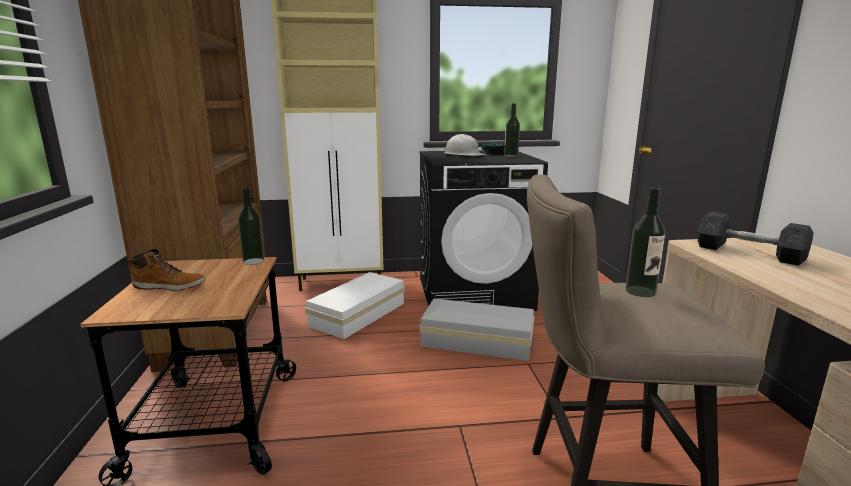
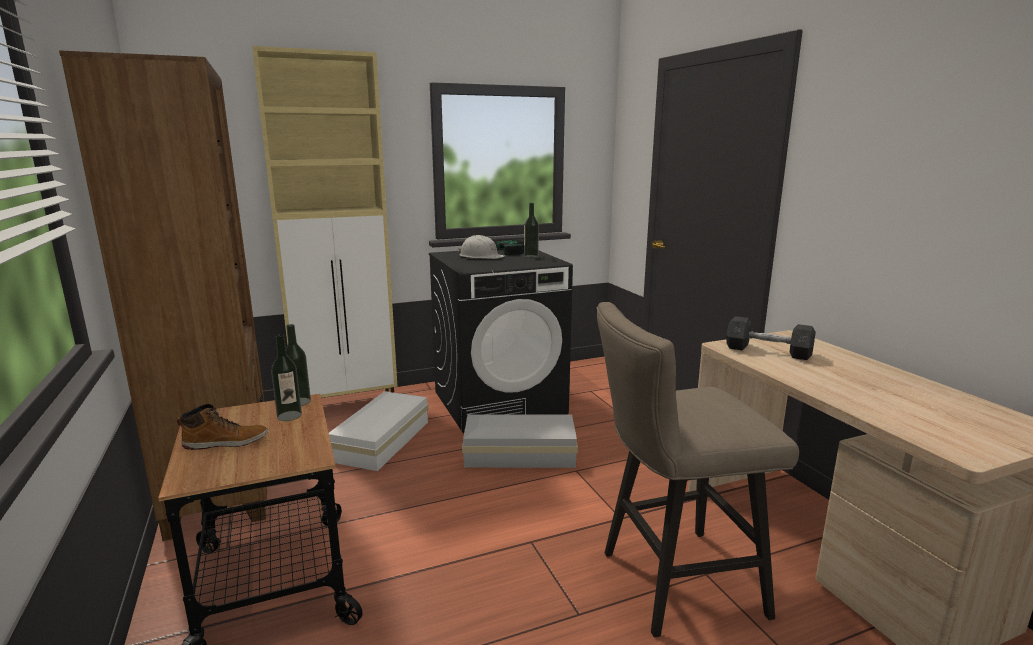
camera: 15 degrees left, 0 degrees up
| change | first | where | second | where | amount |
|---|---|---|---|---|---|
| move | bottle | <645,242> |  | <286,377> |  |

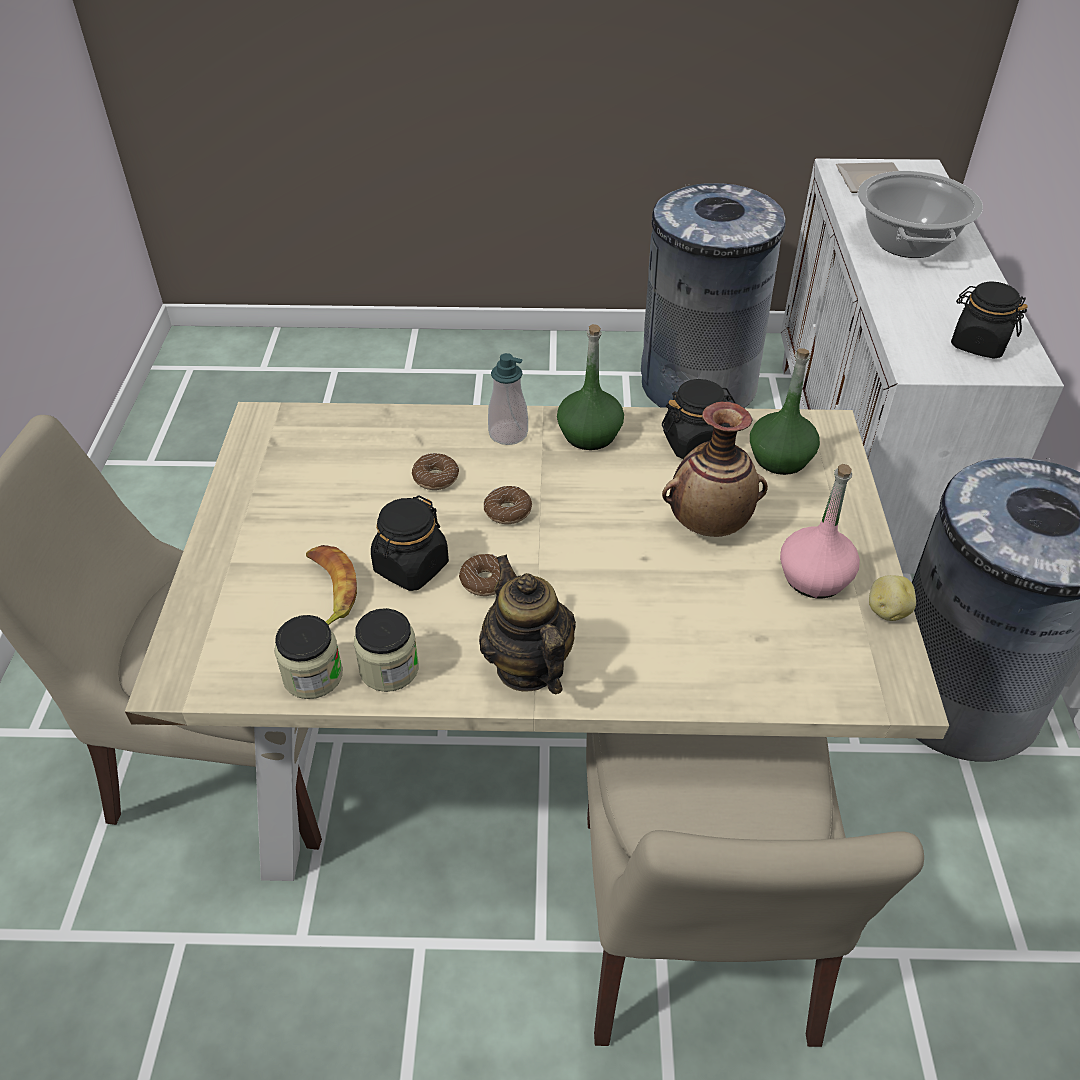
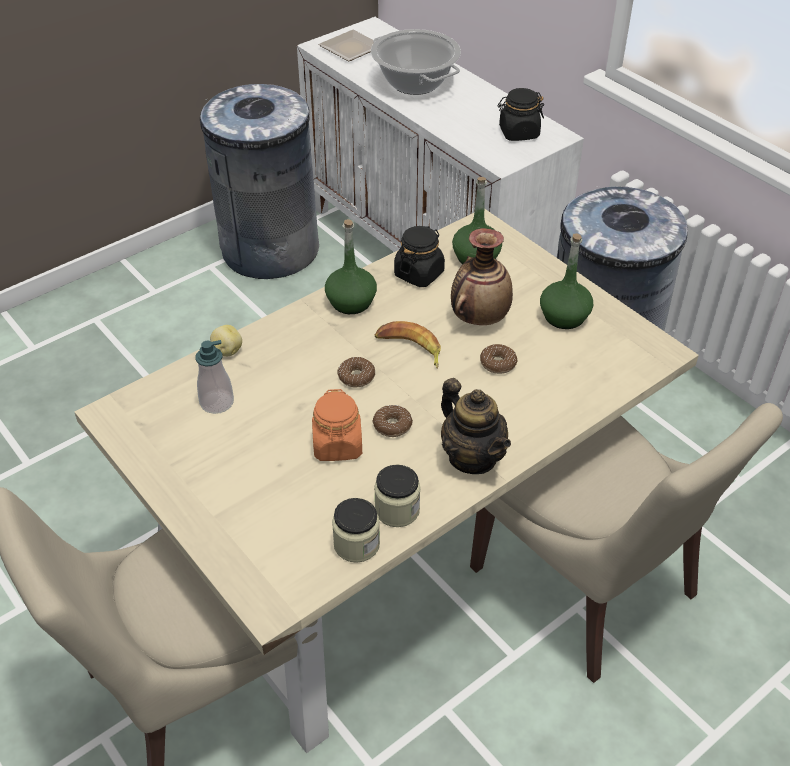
camera: 40 degrees left, 0 degrees up
| change | first | where | second | where | amount |
|---|---|---|---|---|---|
| move | soap dispenser | <508,399> |  | <214,377> |  |
| move | potato | <892,598> |  | <226,340> |  |
| recolor | black jar | <410,543> | orange jar | <337,425> |  |
| move | banana | <331,585> |  | <408,345> |  |
| rotate | teapot | <527,624> |  | <476,426> | 150 degrees counterclockwise |
| move | donut | <435,471> |  | <498,359> |  |
| recolor | pink bottle | <820,531> | green bottle | <566,281> |  |

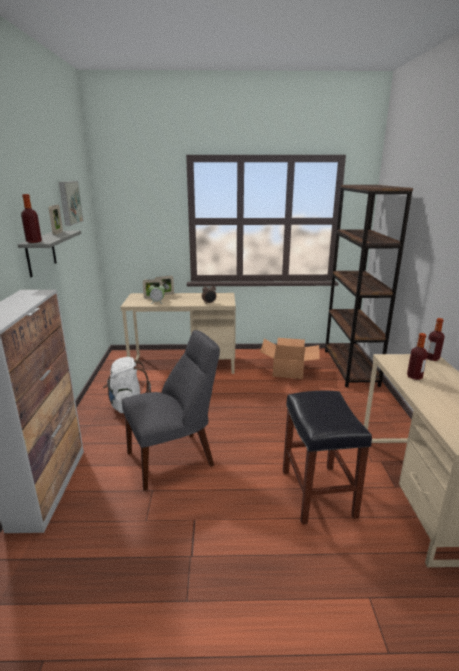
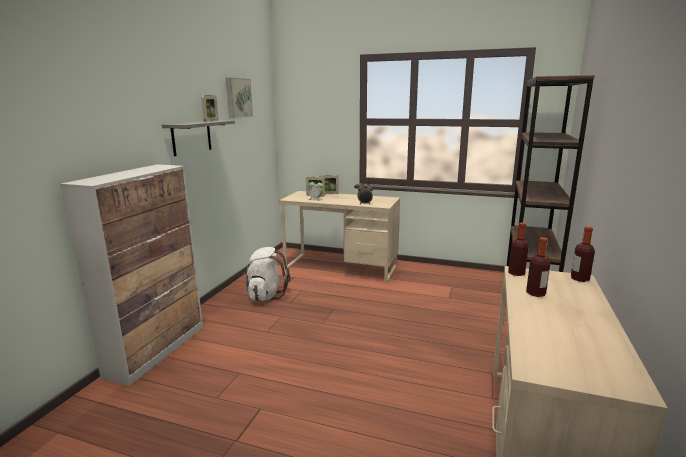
camera: 20 degrees right, 5 degrees down
| change | first | where | second | where | amount |
|---|---|---|---|---|---|
| move | bottle | <31,218> |  | <518,249> |  |
| delete | grey chair | <171,410> |  |  |  |
| delete | cardboard box | <290,358> |  |  |  |
| delete | black stool | <327,457> |  |  |  |

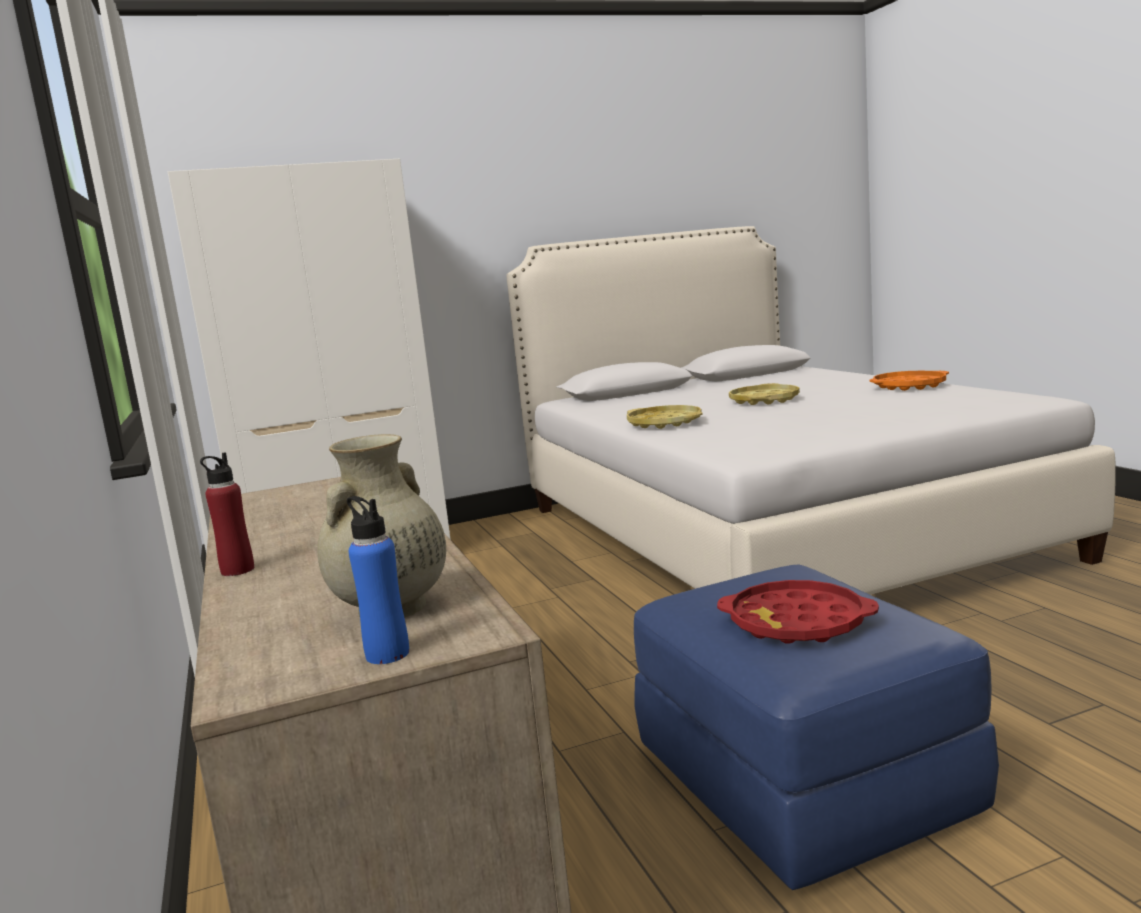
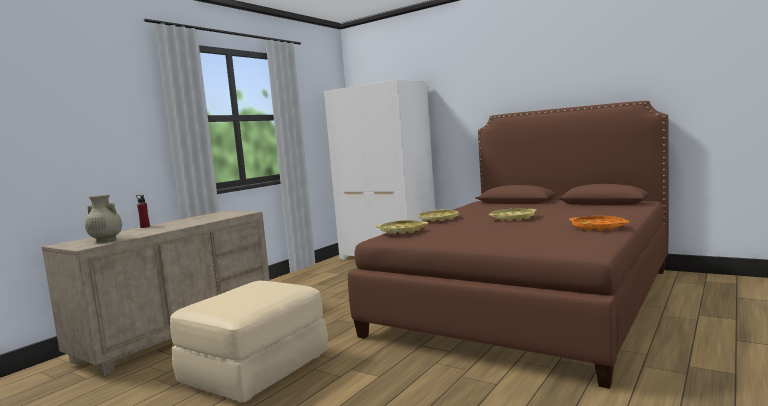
camera: 55 degrees right, 5 degrees down
| change | first | where | second | where | amount |
|---|---|---|---|---|---|
| recolor | blue ottoman | <816,727> | beige ottoman | <249,341> |  |
| recolor | white bed | <811,410> | brown bed | <508,245> |  |
| insert |  |  | yellow tray | <401,227> |  |
| delete | blue bottle | <378,580> |  |  |  |
| delete | red tray | <798,612> |  |  |  |

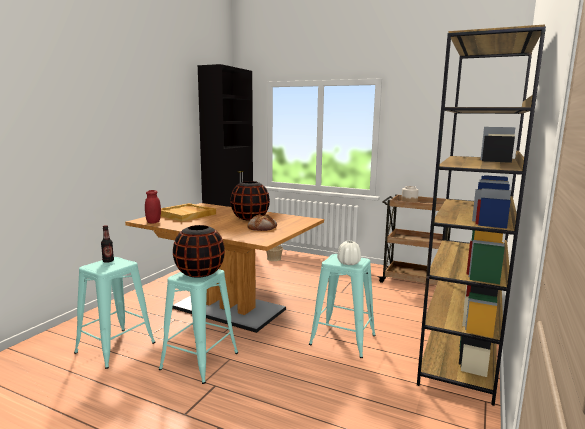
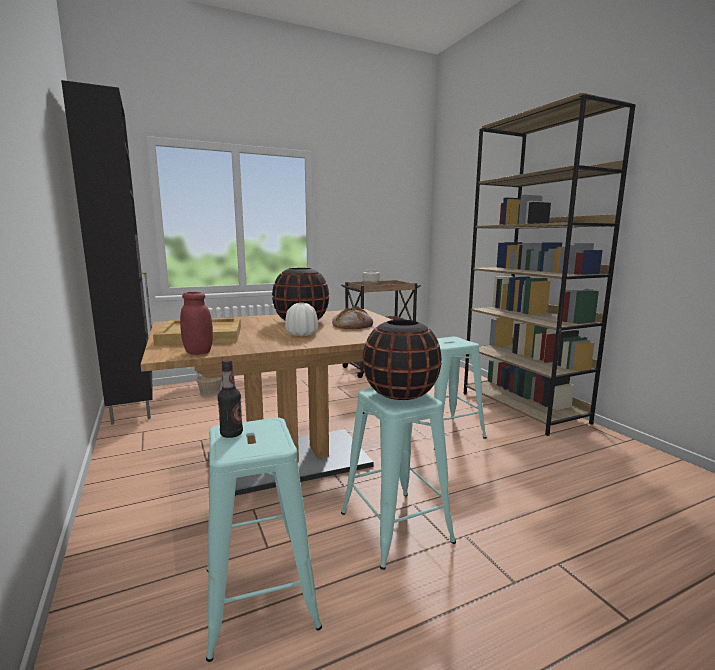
camera: 50 degrees left, 0 degrees up
| change | first | where | second | where | amount |
|---|---|---|---|---|---|
| move | white vase | <349,253> |  | <301,319> |  |

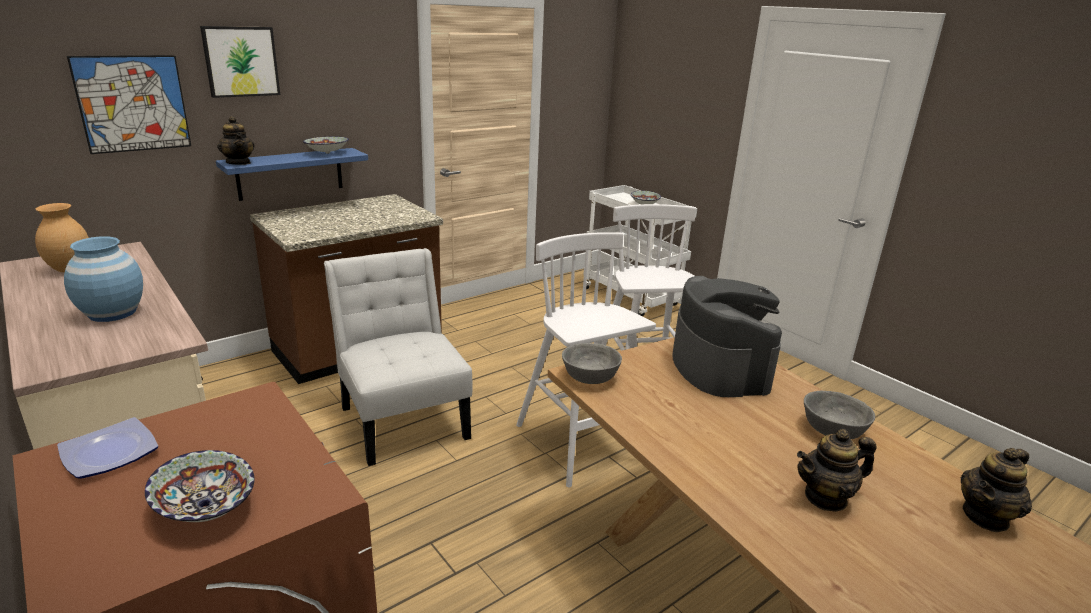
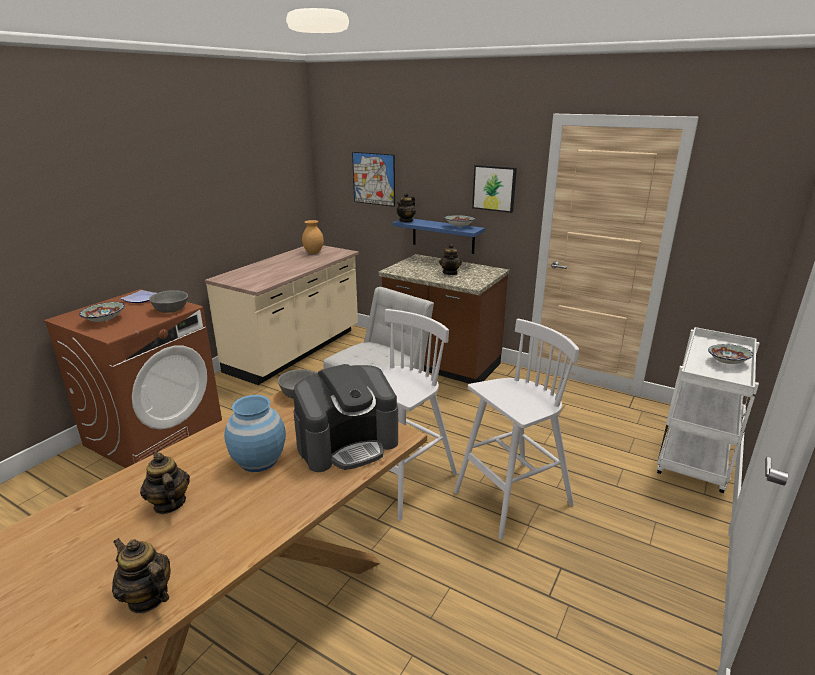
camera: 70 degrees right, 0 degrees up
| change | first | where | second | where | amount |
|---|---|---|---|---|---|
| move | grey bowl | <839,415> |  | <168,301> |  |
| move | blue vase | <103,279> |  | <255,433> |  |
| insert |  |  | teapot | <450,259> |  |
| move | picture | <240,62> |  | <494,189> |  |

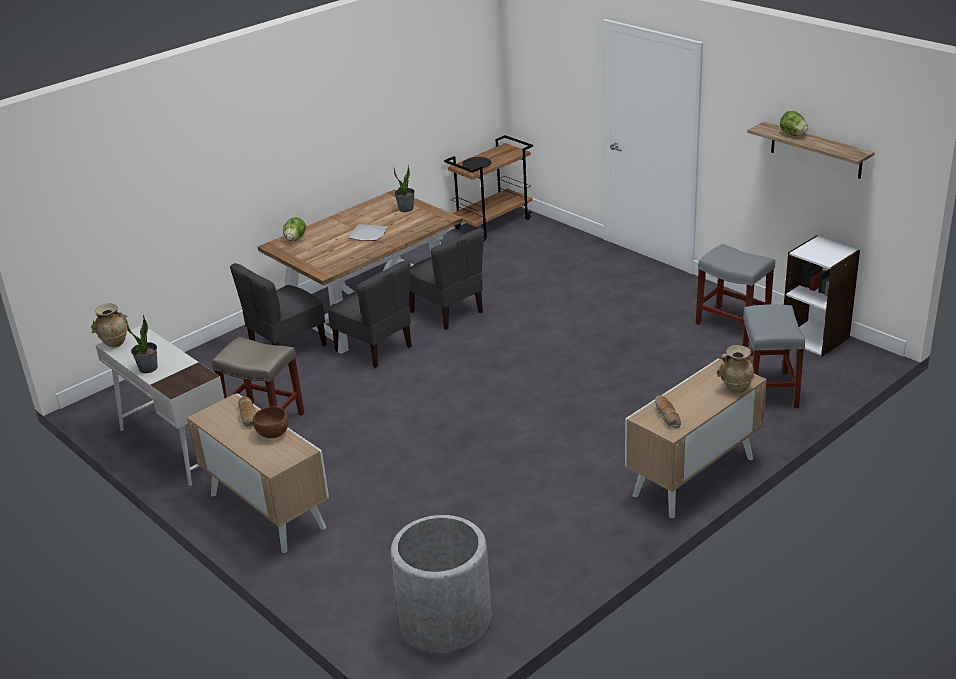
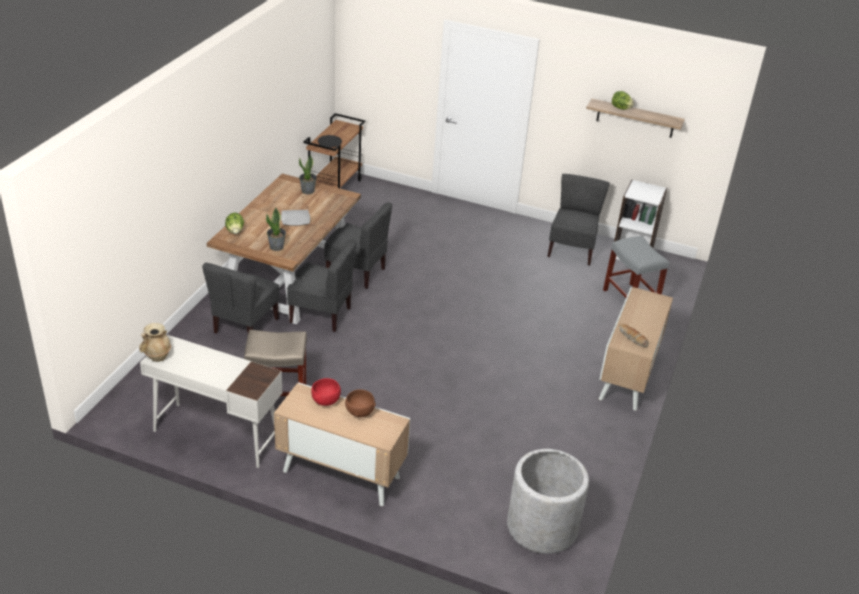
camera: 30 degrees left, 5 degrees up
| change | first | where | second | where | amount |
|---|---|---|---|---|---|
| move | potted plant | <142,344> |  | <276,229> |  |
| replace | bread | <247,412> | red bowl | <326,392> |  |
| replace | grey stool | <735,284> | grey chair | <578,220> |  |
| delete | beige vase | <735,369> |  |  |  |

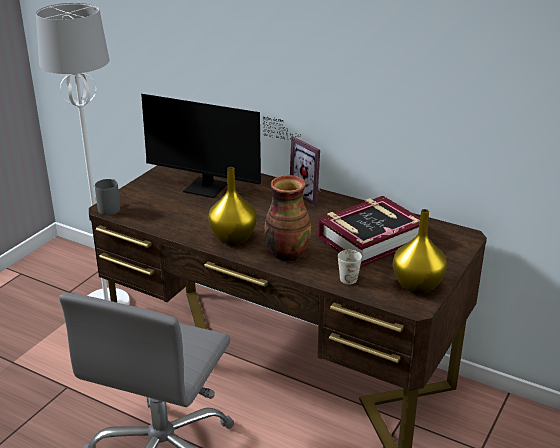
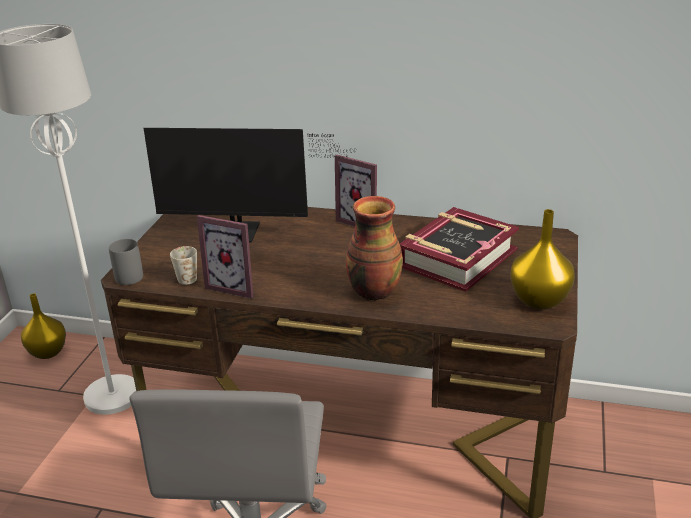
camera: 15 degrees left, 0 degrees up
| change | first | where | second | where | amount |
|---|---|---|---|---|---|
| move | yellow vase | <232,206> |  | <43,326> |  |
| move | white mug | <350,267> |  | <183,265> |  |
| insert |  |  | picture frame | <225,257> |  |

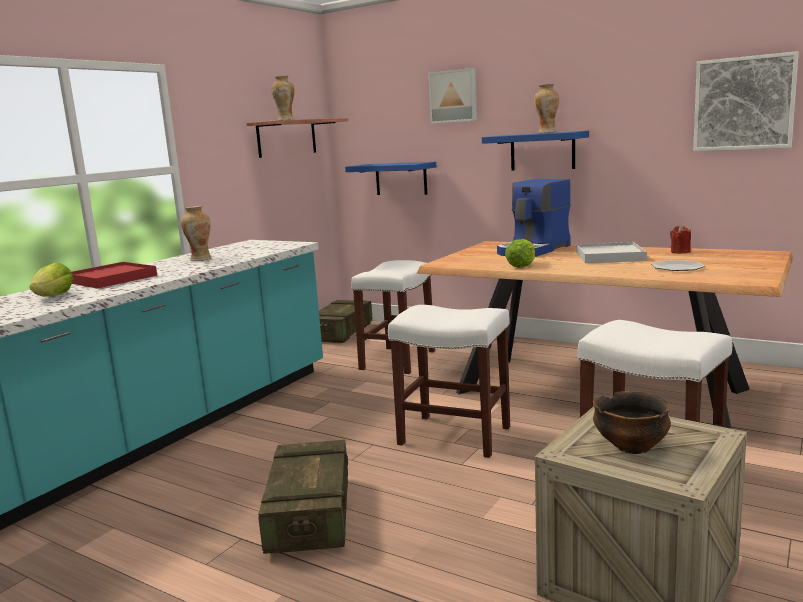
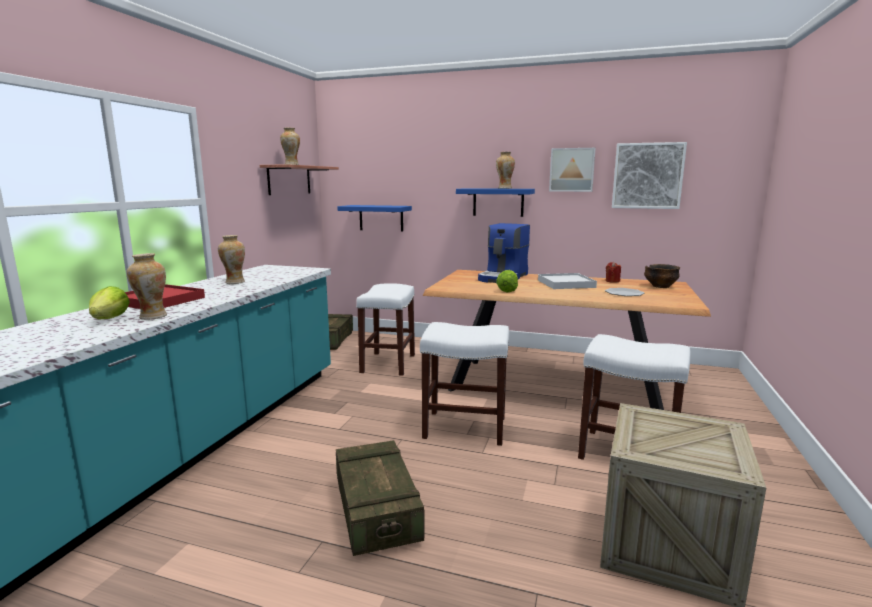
camera: 15 degrees left, 0 degrees up
| change | first | where | second | where | amount |
|---|---|---|---|---|---|
| insert |  |  | vase | <146,286> |  |
| move | picture | <452,96> |  | <572,170> |  |
| move | bowl | <632,422> |  | <662,276> |  |

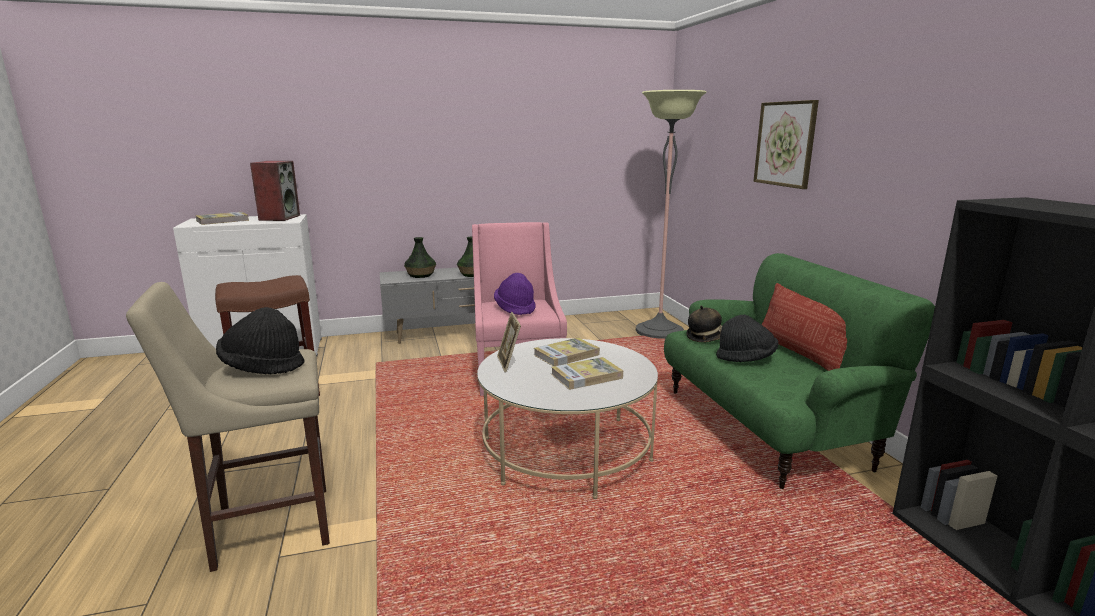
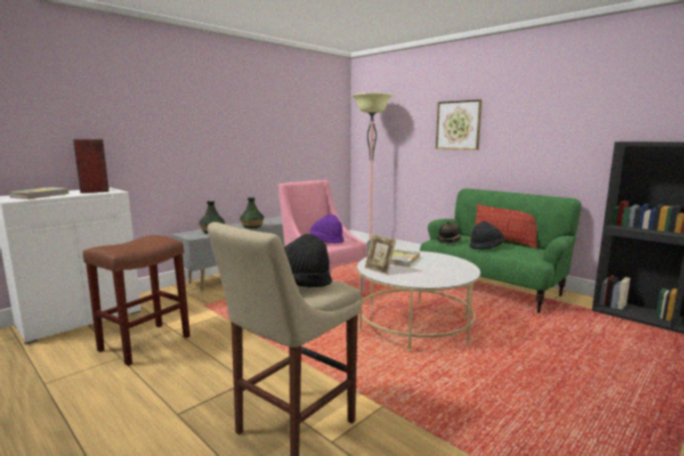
camera: 30 degrees left, 5 degrees down
| change | first | where | second | where | amount |
|---|---|---|---|---|---|
| delete | book | <587,373> |  |  |  |

